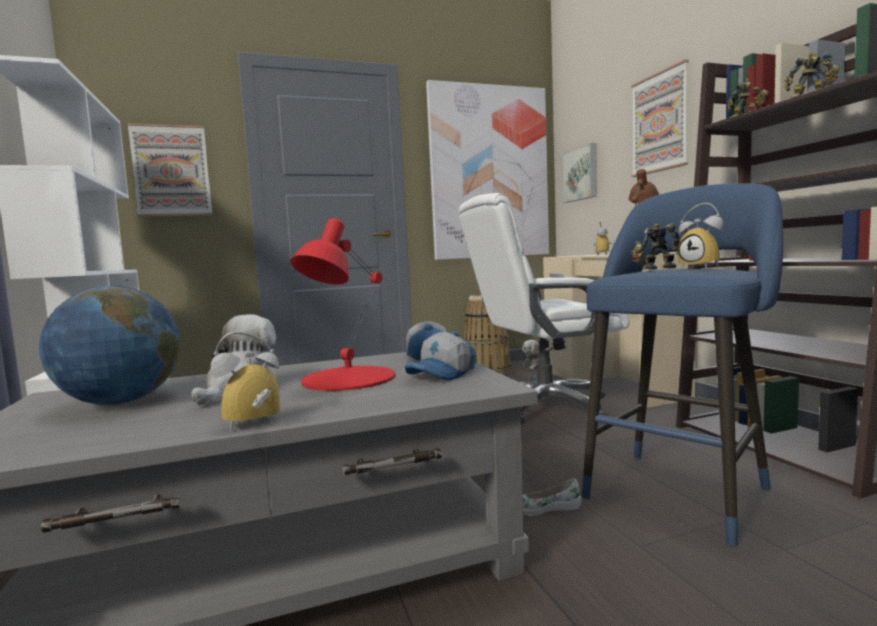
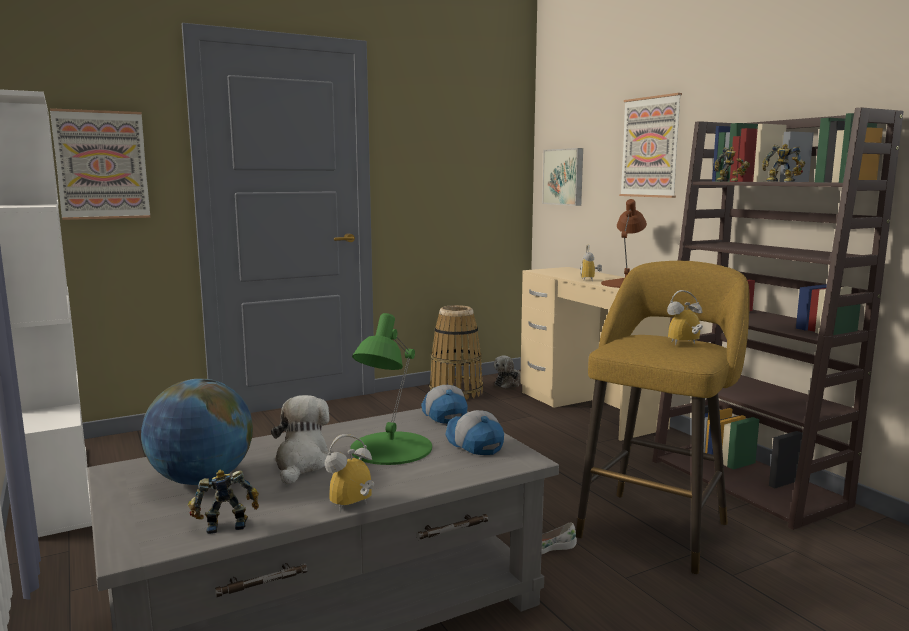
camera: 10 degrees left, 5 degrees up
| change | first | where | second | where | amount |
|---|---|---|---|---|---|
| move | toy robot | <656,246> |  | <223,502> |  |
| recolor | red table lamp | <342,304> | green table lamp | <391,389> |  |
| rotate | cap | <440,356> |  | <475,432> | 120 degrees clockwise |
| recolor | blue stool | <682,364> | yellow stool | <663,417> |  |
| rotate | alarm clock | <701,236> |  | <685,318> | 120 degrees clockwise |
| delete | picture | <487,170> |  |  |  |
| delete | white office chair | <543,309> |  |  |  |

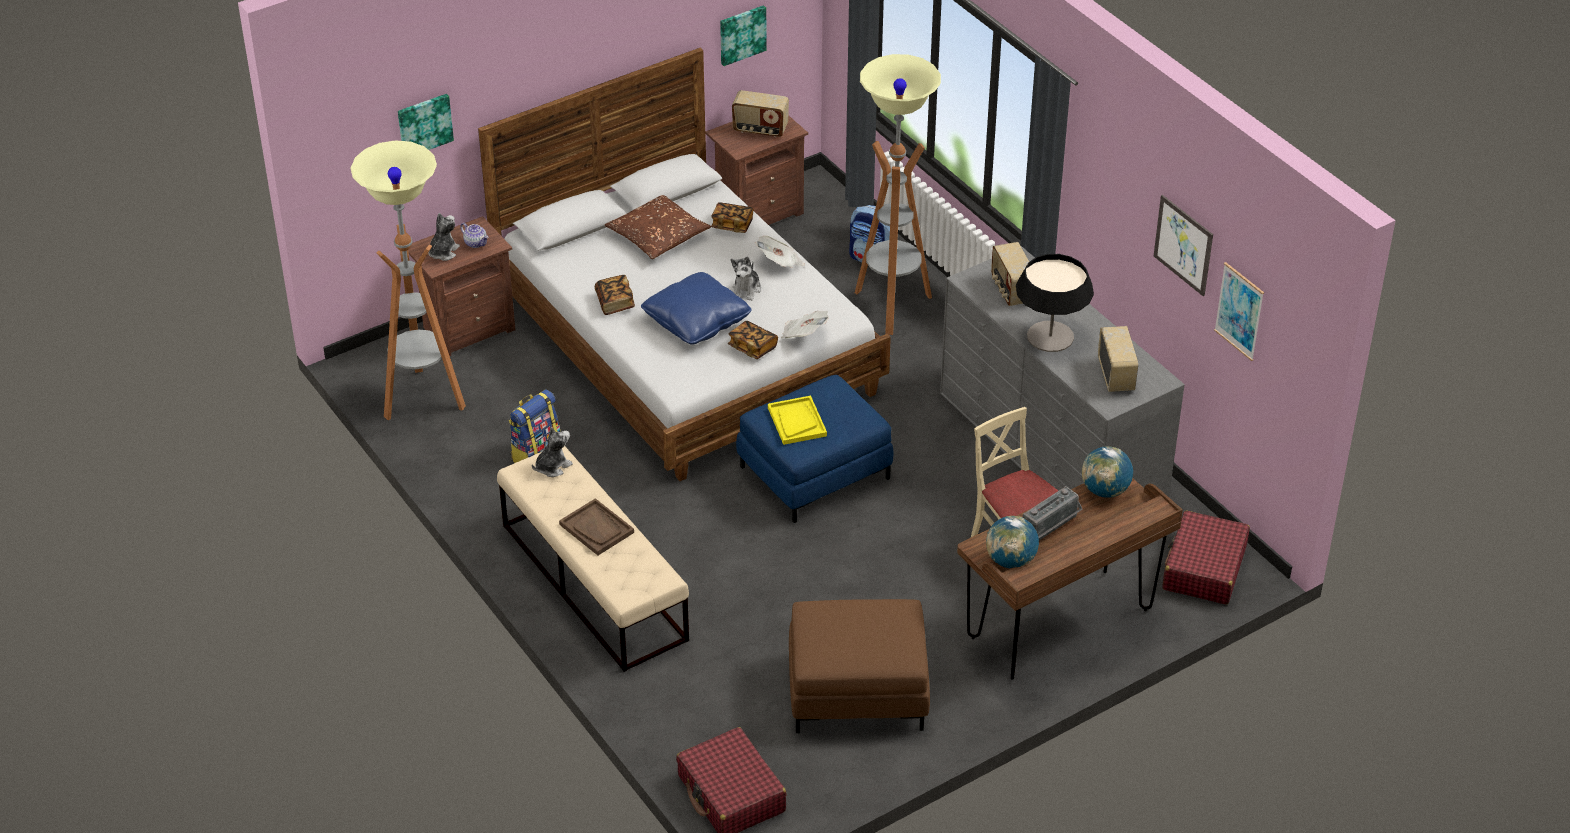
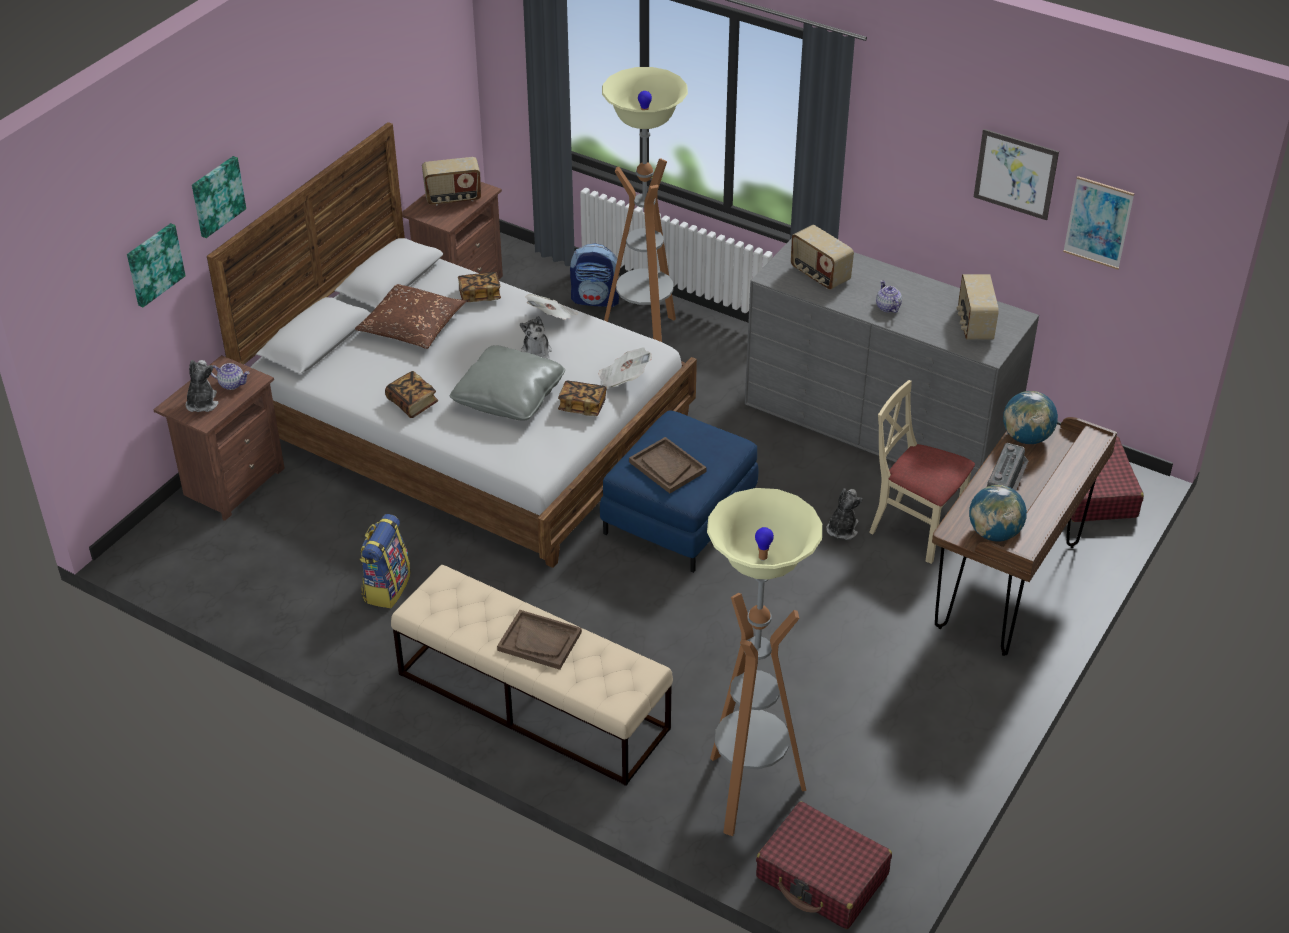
camera: 25 degrees left, 0 degrees up
| change | first | where | second | where | amount |
|---|---|---|---|---|---|
| move | picture | <743,35> |  | <219,197> |  |
| recolor | blue pillow | <696,308> | grey pillow | <507,383> |  |
| recolor | yellow tray | <797,420> | brown tray | <668,465> |  |
| move | floor lamp | <408,280> |  | <764,662> |  |
| move | plush toy | <552,452> |  | <844,514> |  |
| replace | table lamp | <1055,303> | teapot | <889,296> |  |
| rotate | radio | <1118,359> |  | <978,307> | 150 degrees counterclockwise |
| delete | brown ottoman | <859,666> |  |  |  |

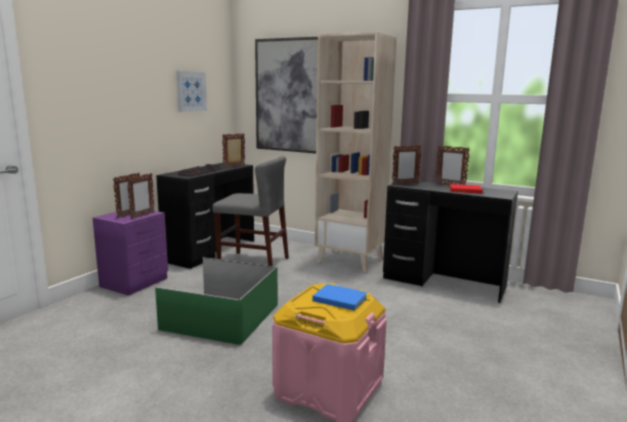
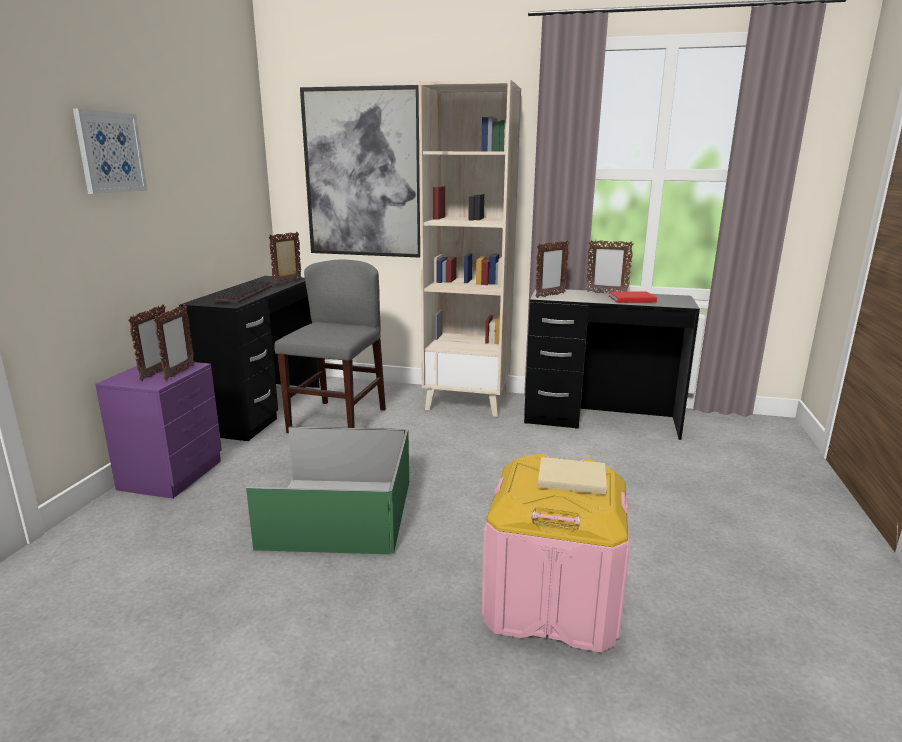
camera: 15 degrees left, 5 degrees up
| change | first | where | second | where | amount |
|---|---|---|---|---|---|
| move | picture | <191,91> |  | <110,151> |  |
| rotate | grey chair | <250,211> |  | <330,346> | 75 degrees counterclockwise |
| recolor | blue book | <339,297> | beige book | <572,475> |  |

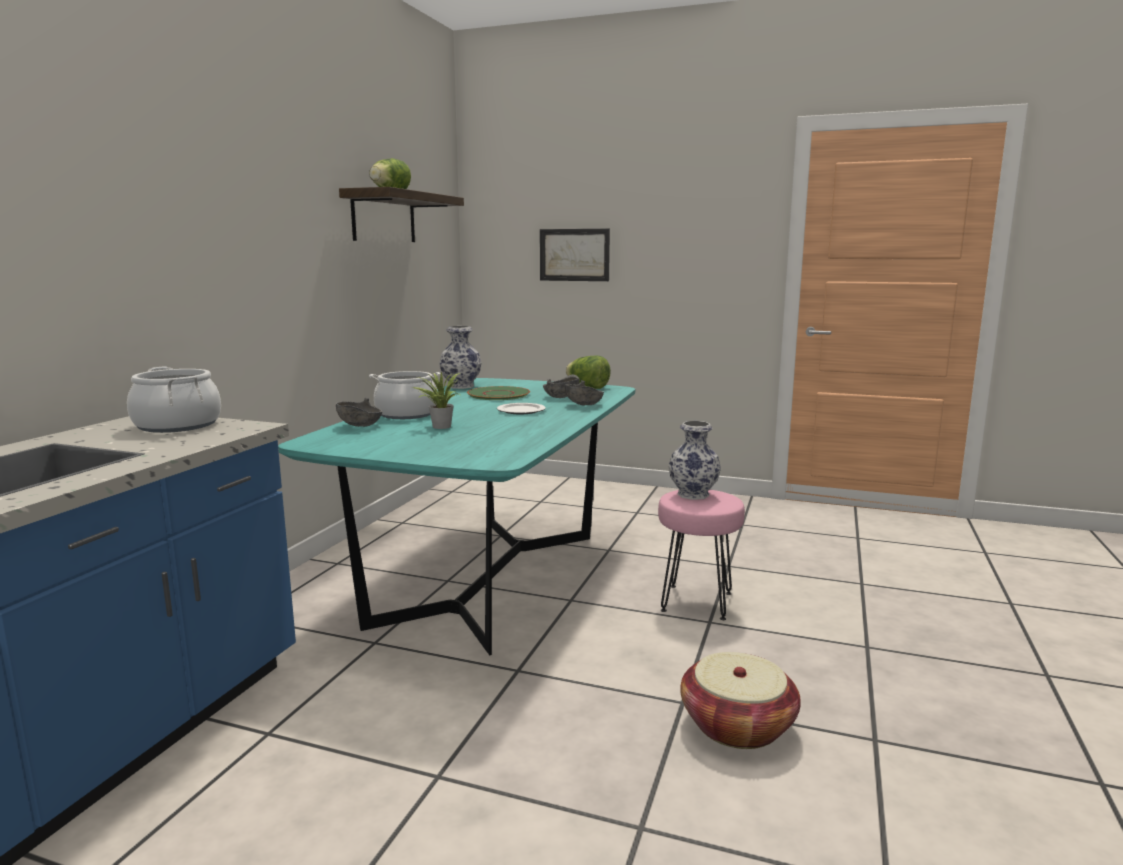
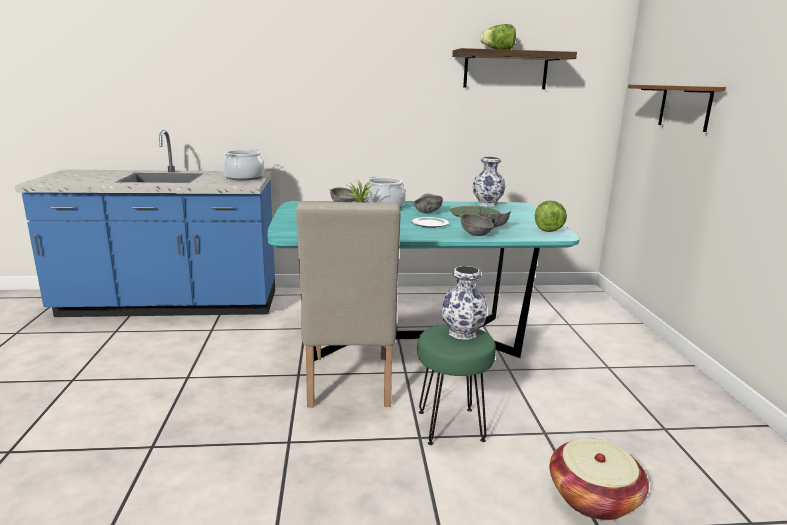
camera: 65 degrees right, 5 degrees up
| change | first | where | second | where | amount |
|---|---|---|---|---|---|
| insert |  |  | beige chair | <348,305> |  |
| insert |  |  | grey bowl | <428,203> |  |
| recolor | pink stool | <701,554> | green stool | <456,384> |  |
| move | basket | <740,700> |  | <599,479> |  |
| replace | picture | <575,255> | brown shelf | <677,108> |  |

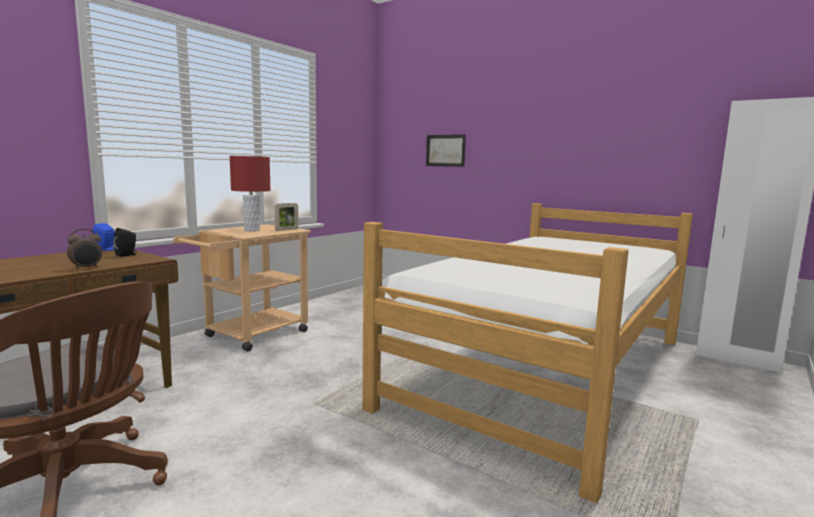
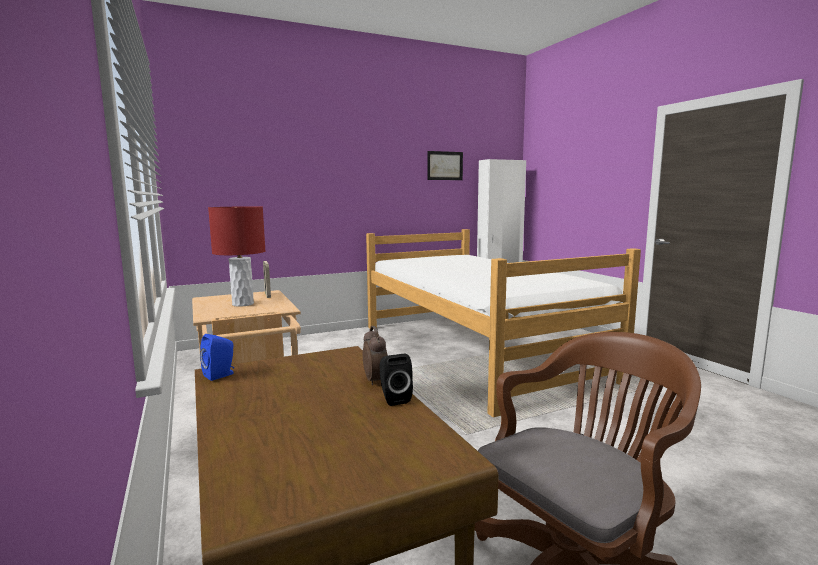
camera: 60 degrees left, 0 degrees up
| change | first | where | second | where | amount |
|---|---|---|---|---|---|
| move | black speaker | <125,242> |  | <396,380> |  |
| move | picture | <446,150> |  | <445,165> |  |

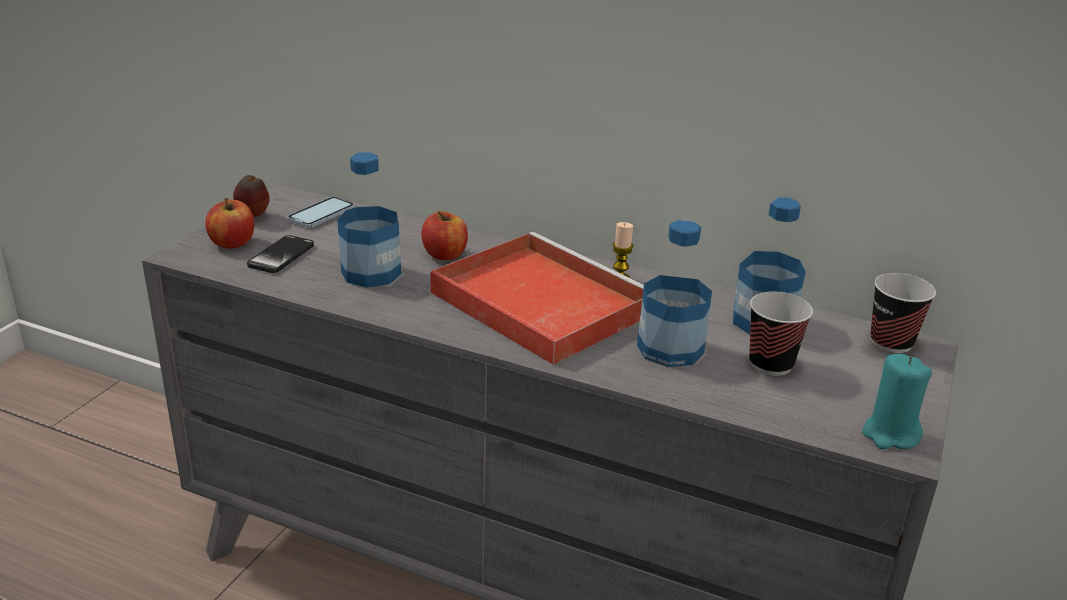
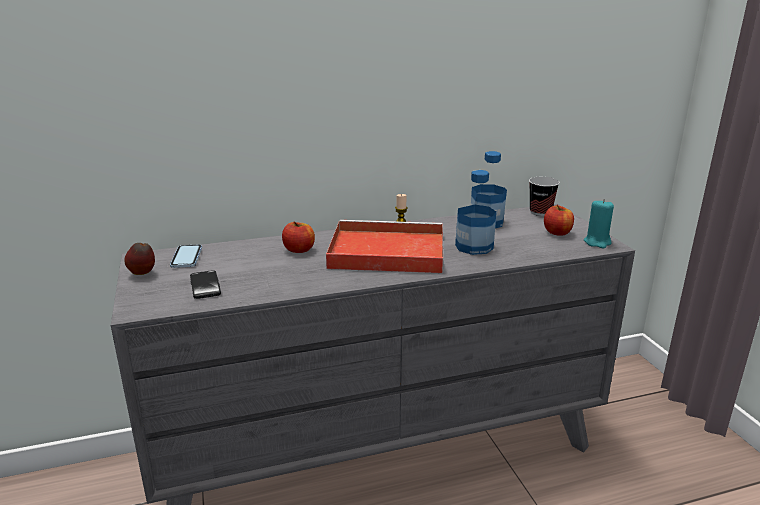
camera: 40 degrees left, 5 degrees down
| change | first | where | second | where | amount |
|---|---|---|---|---|---|
| move | apple | <229,223> |  | <559,220> |  |
| delete | bottle | <369,220> |  |  |  |
| delete | cup | <781,334> |  |  |  |

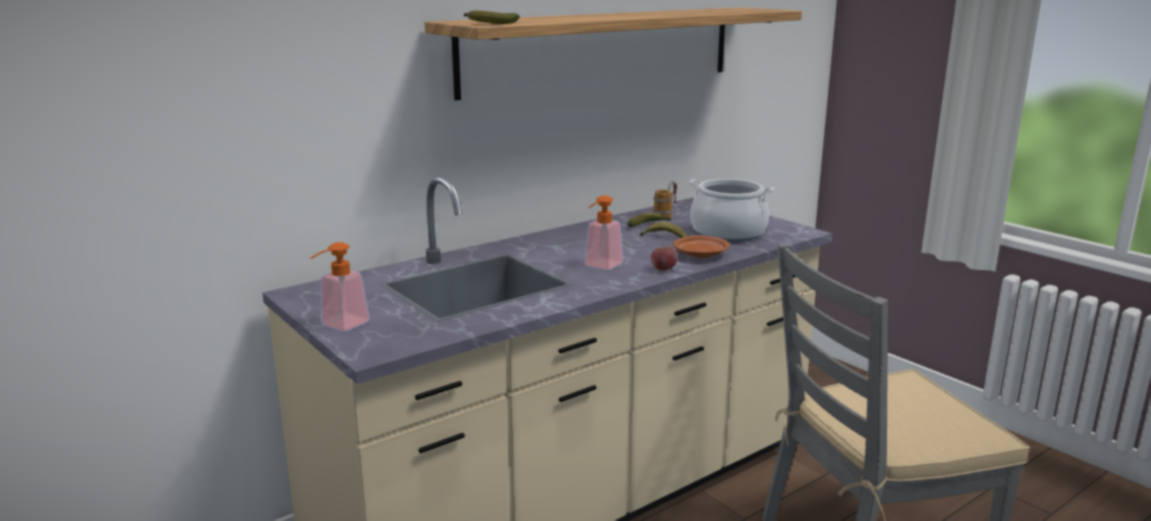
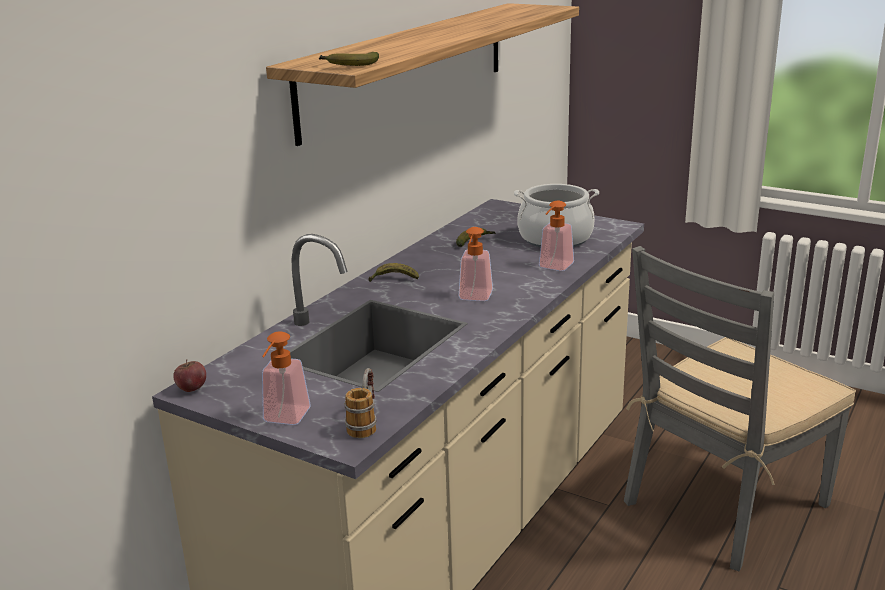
camera: 20 degrees left, 5 degrees up
| change | first | where | second | where | amount |
|---|---|---|---|---|---|
| move | apple | <664,257> |  | <189,376> |  |
| move | mug | <665,199> |  | <360,403> |  |
| move | banana | <663,230> |  | <393,272> |  |
| replace | brown plate | <701,246> | soap dispenser | <556,235> |  |

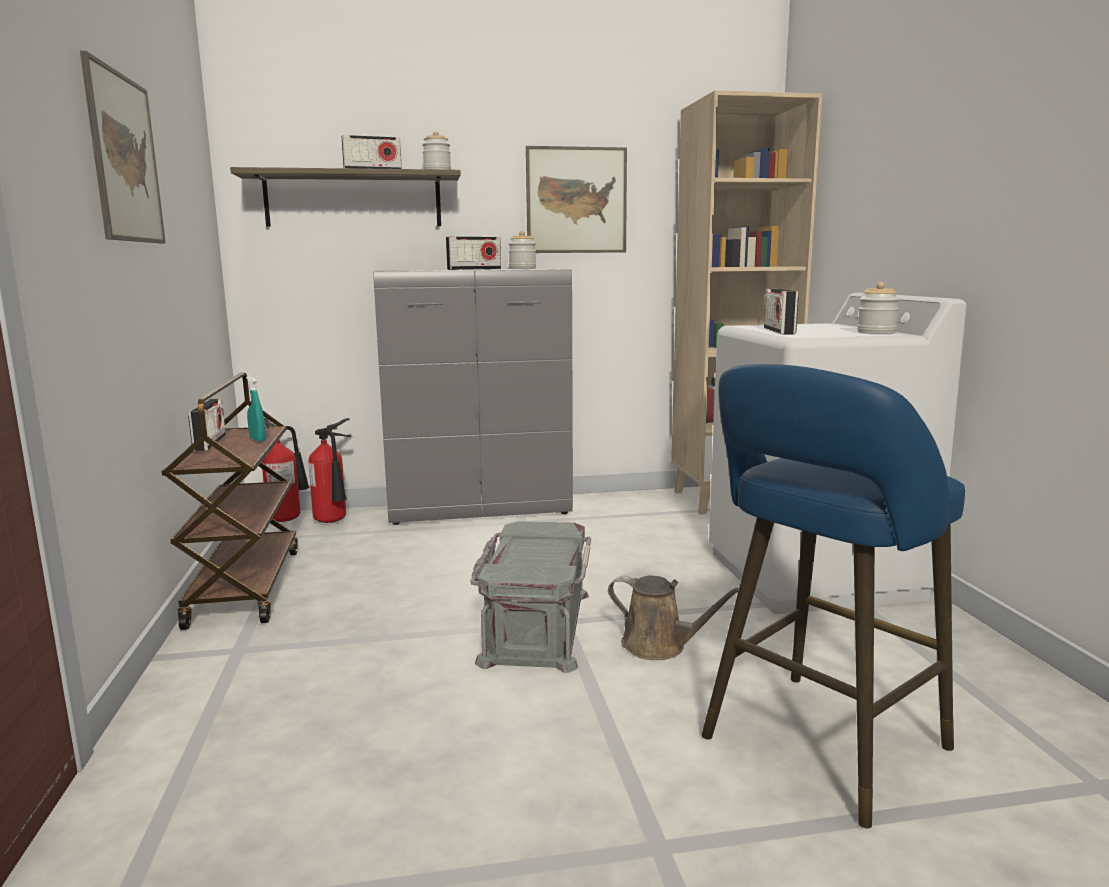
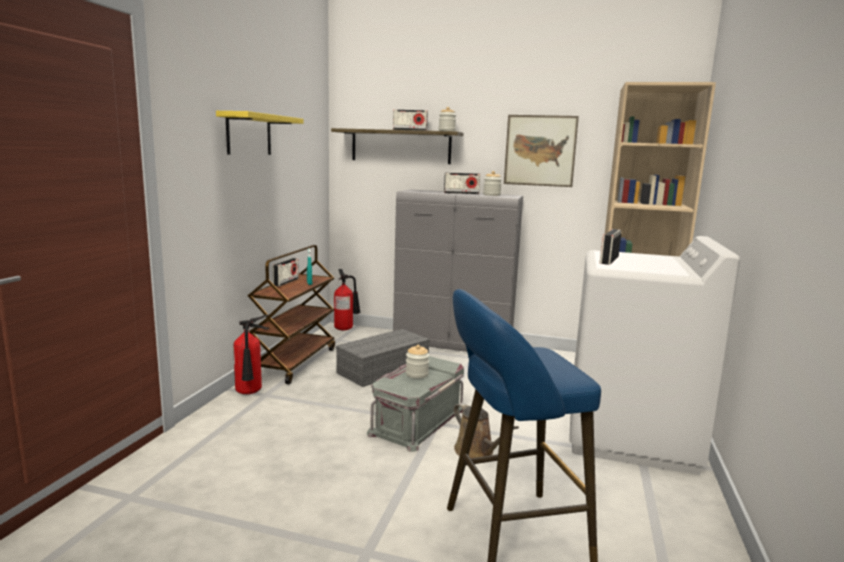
camera: 25 degrees right, 0 degrees up
| change | first | where | second | where | amount |
|---|---|---|---|---|---|
| replace | picture | <123,147> | yellow shelf | <260,133> |  |
| move | fire extinguisher | <329,470> |  | <251,354> |  |
| insert |  |  | grey storage box | <383,358> |  |
| move | jar | <878,308> |  | <417,362> |  |

